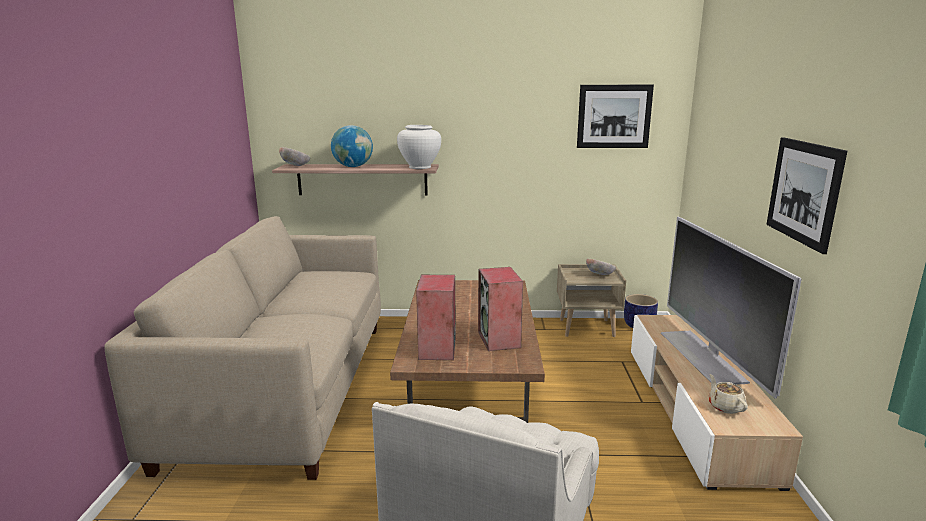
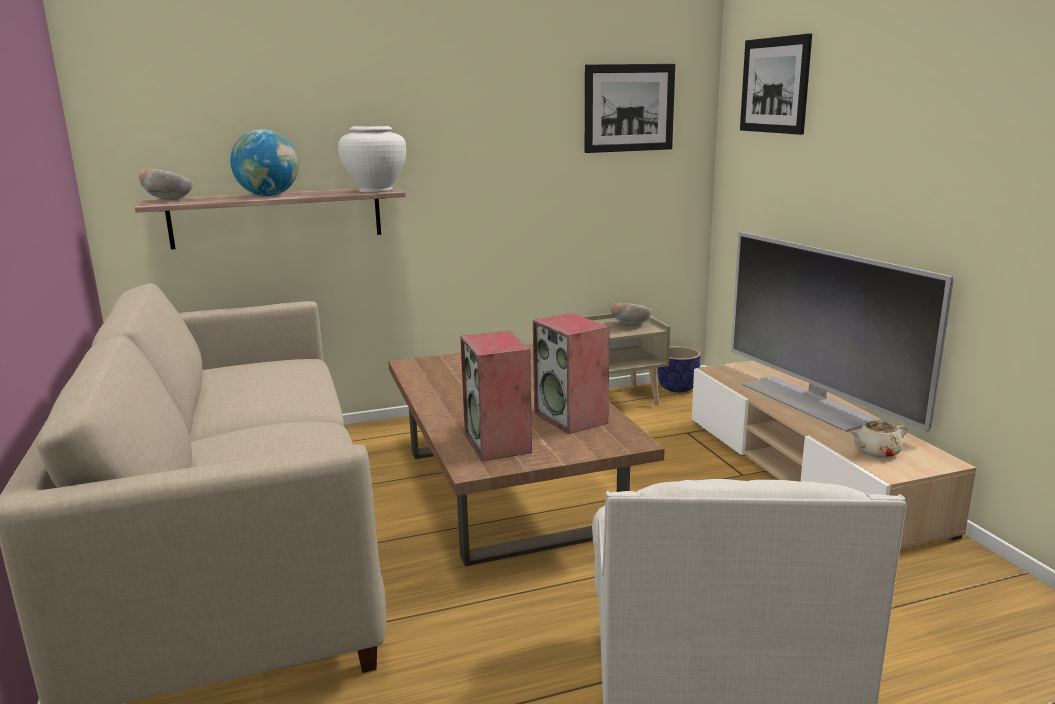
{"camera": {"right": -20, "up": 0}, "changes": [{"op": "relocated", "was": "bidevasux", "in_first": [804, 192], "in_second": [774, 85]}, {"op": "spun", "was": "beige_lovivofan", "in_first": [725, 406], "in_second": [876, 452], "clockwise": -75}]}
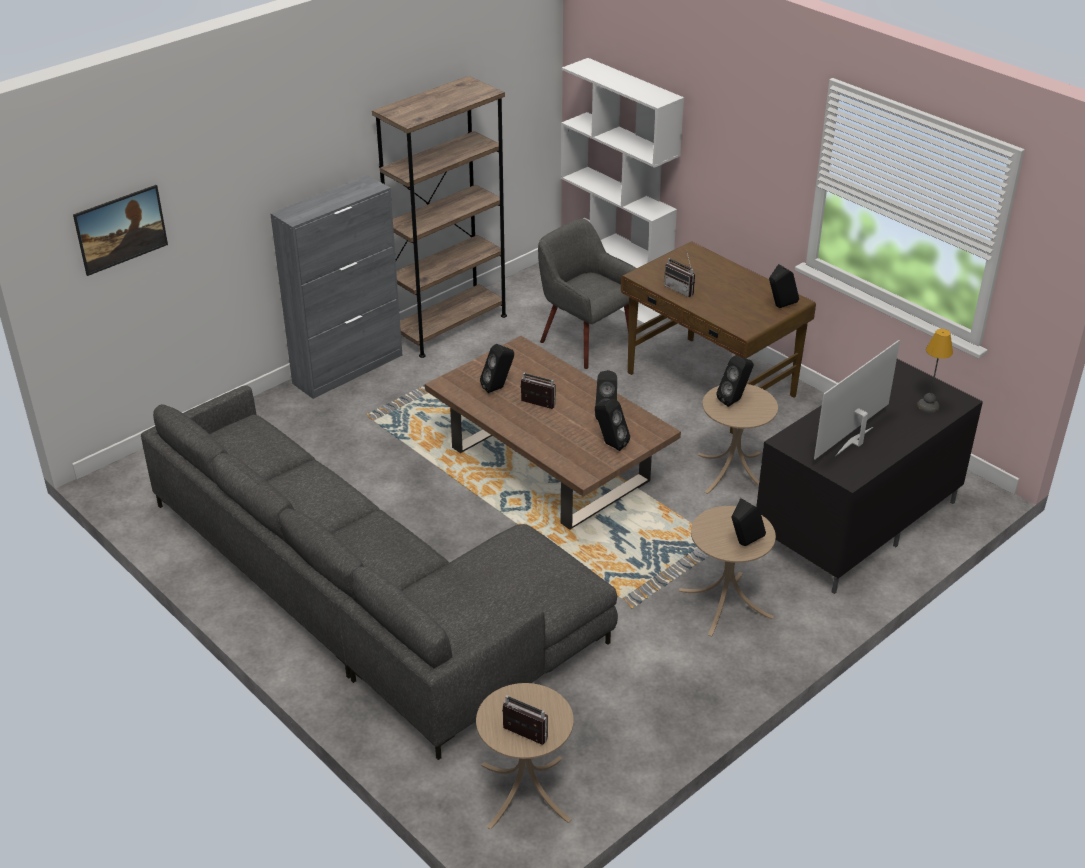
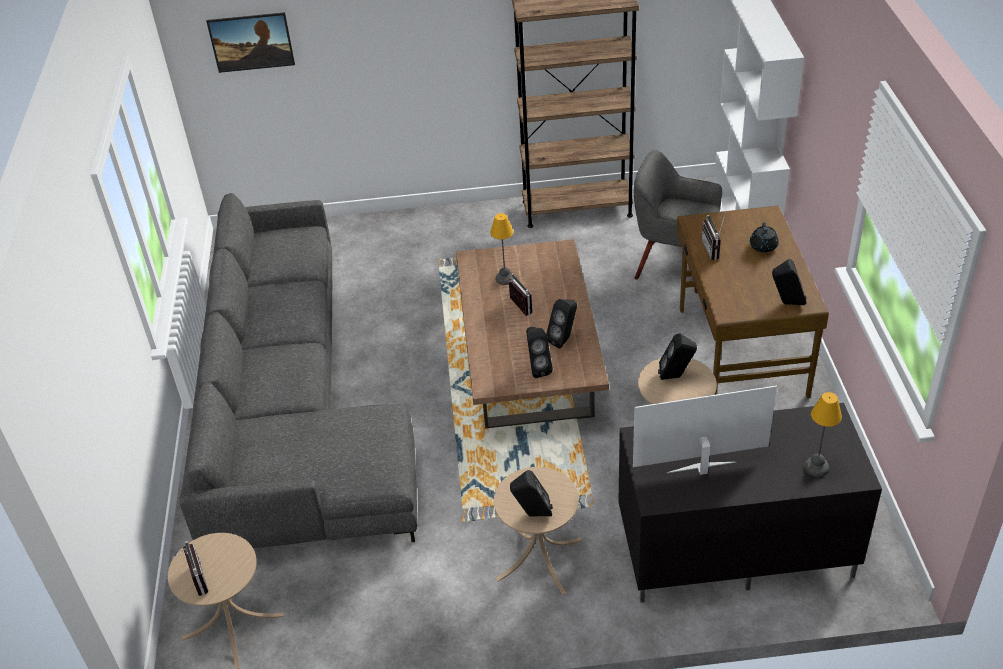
{"camera": {"right": 40, "up": 5}, "changes": [{"op": "missing", "was": "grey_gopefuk", "in_first": [348, 369]}, {"op": "spun", "was": "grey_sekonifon", "in_first": [585, 341], "in_second": [673, 265], "clockwise": -60}, {"op": "exchanged", "was": "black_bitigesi", "now": "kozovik", "in_first": [498, 388], "in_second": [505, 279]}, {"op": "appeared", "now": "black_lovivofan", "in_second": [763, 247]}]}
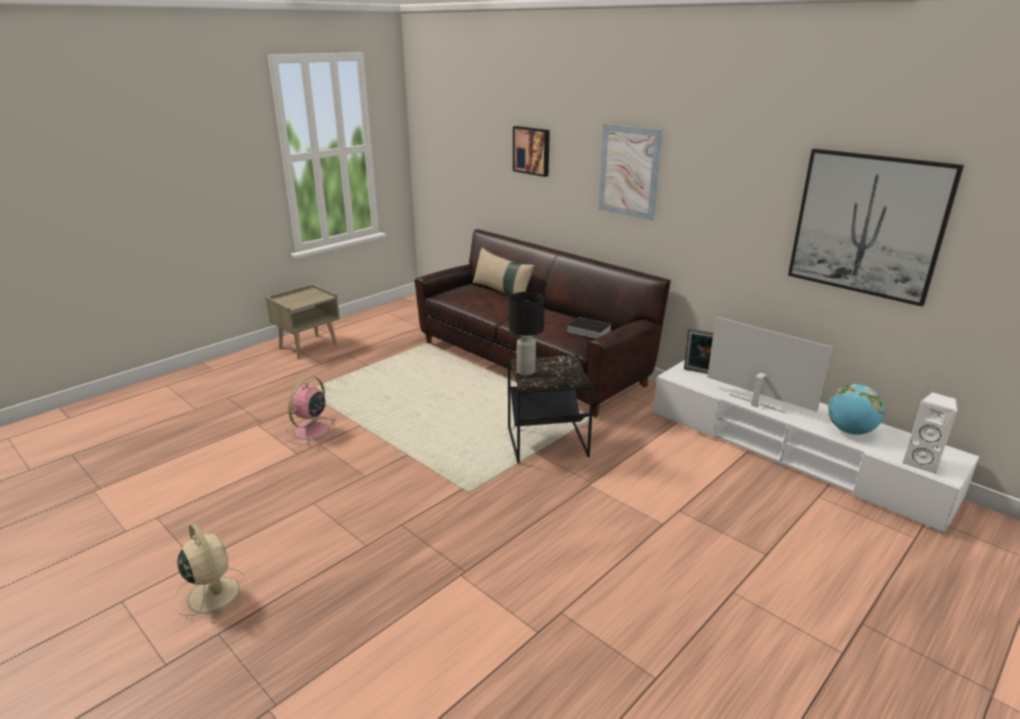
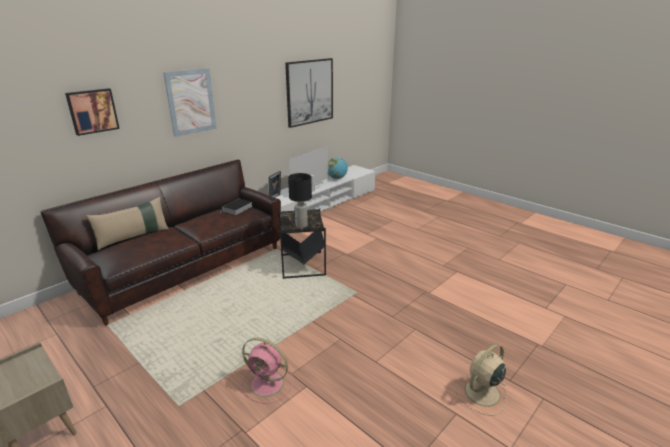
{"camera": {"right": -90, "up": 0}, "changes": [{"op": "missing", "was": "white_bitigesi", "in_first": [921, 463]}]}
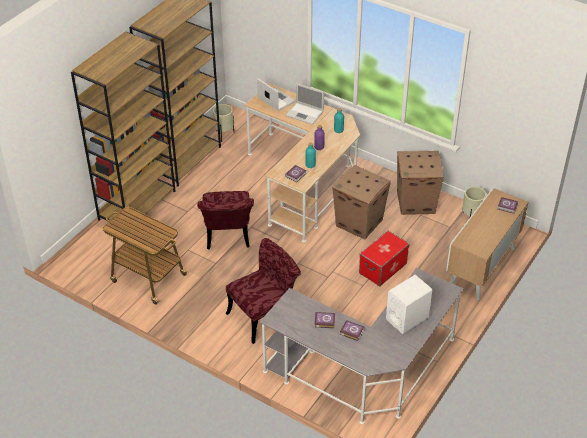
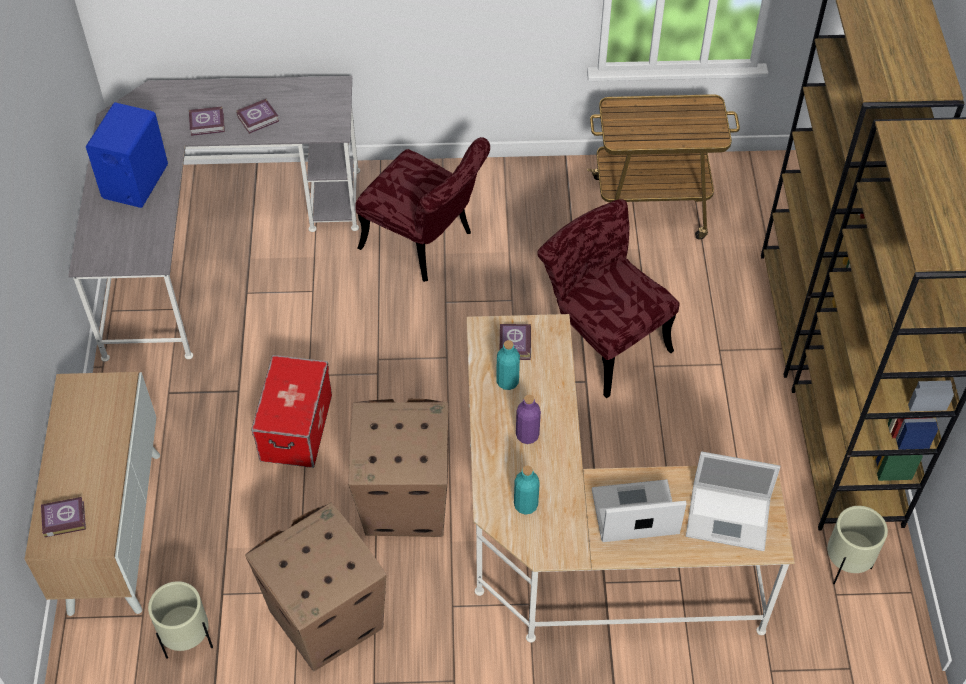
{"camera": {"right": 145, "up": 10}, "changes": [{"op": "spun", "was": "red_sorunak", "in_first": [264, 315], "in_second": [426, 244], "clockwise": -75}, {"op": "colour", "was": "white_bitigesi", "now": "blue_bitigesi", "in_first": [407, 318], "in_second": [135, 182]}]}
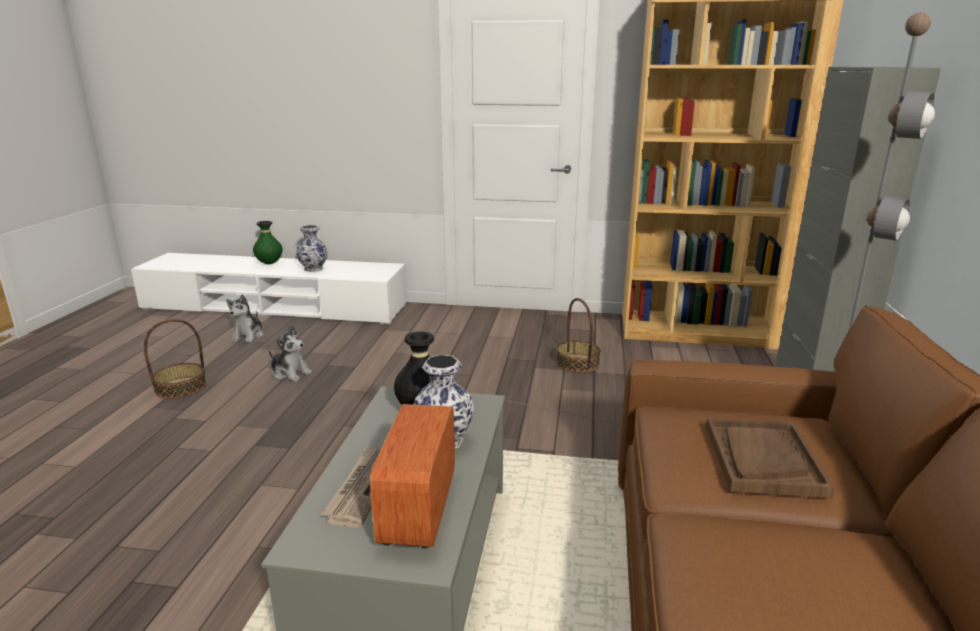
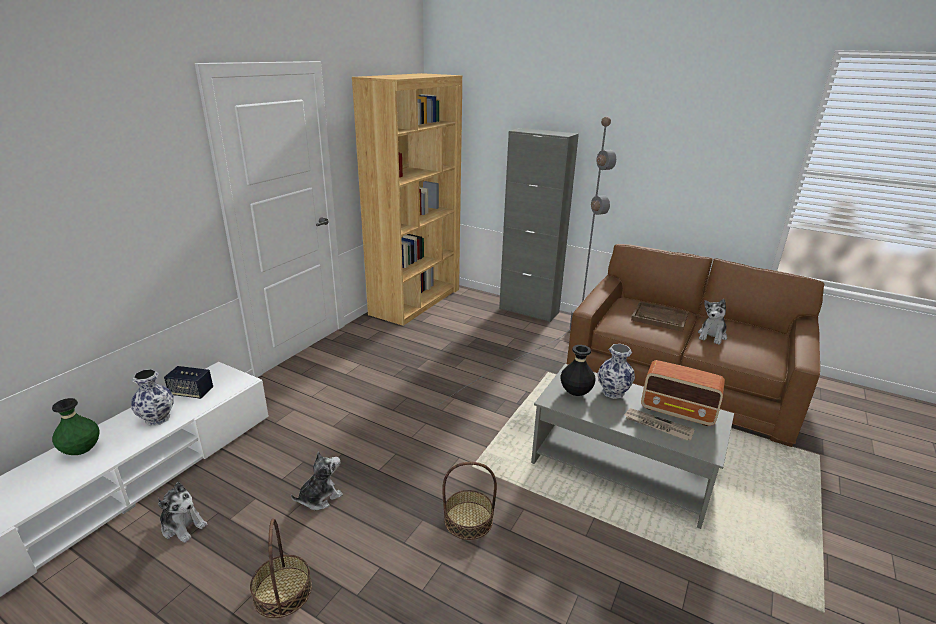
{"camera": {"right": -70, "up": 5}, "changes": [{"op": "relocated", "was": "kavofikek", "in_first": [577, 363], "in_second": [468, 520]}, {"op": "appeared", "now": "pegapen", "in_second": [712, 336]}, {"op": "appeared", "now": "bitigesi", "in_second": [191, 392]}]}
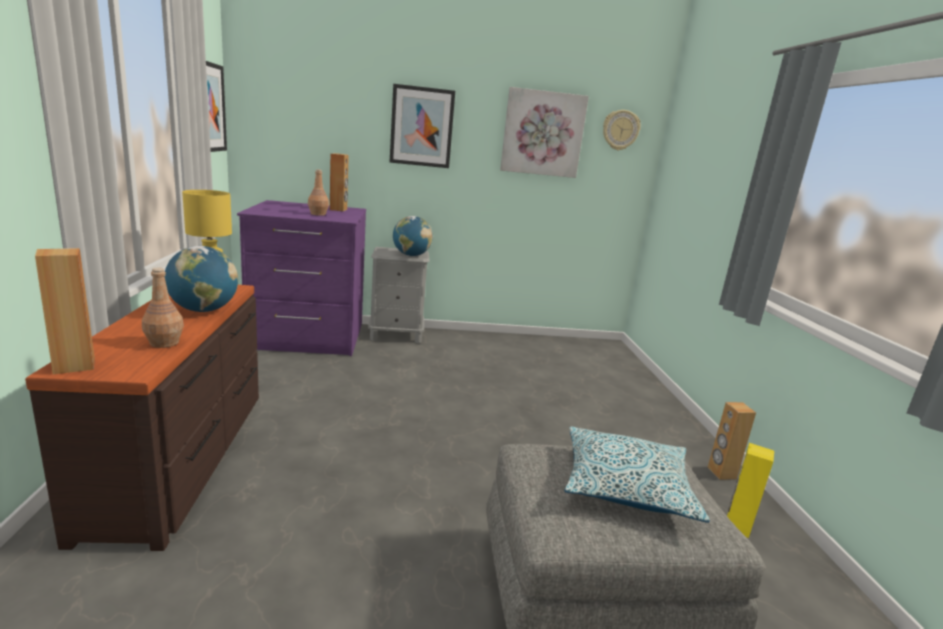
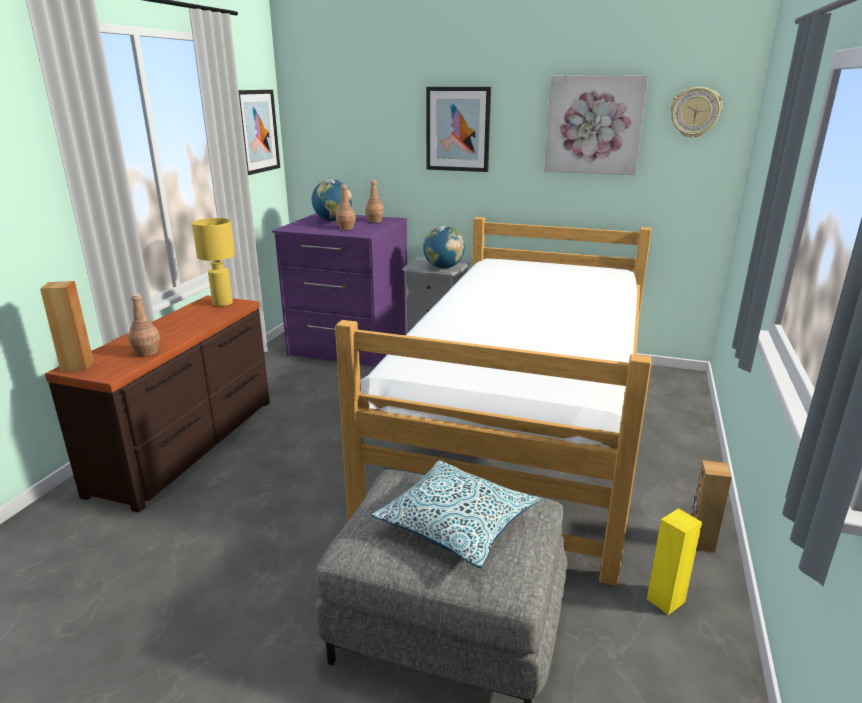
{"camera": {"right": 25, "up": 5}, "changes": [{"op": "exchanged", "was": "brown_bitigesi", "now": "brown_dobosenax", "in_first": [338, 209], "in_second": [374, 221]}, {"op": "relocated", "was": "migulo", "in_first": [203, 310], "in_second": [333, 220]}, {"op": "appeared", "now": "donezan", "in_second": [523, 427]}]}
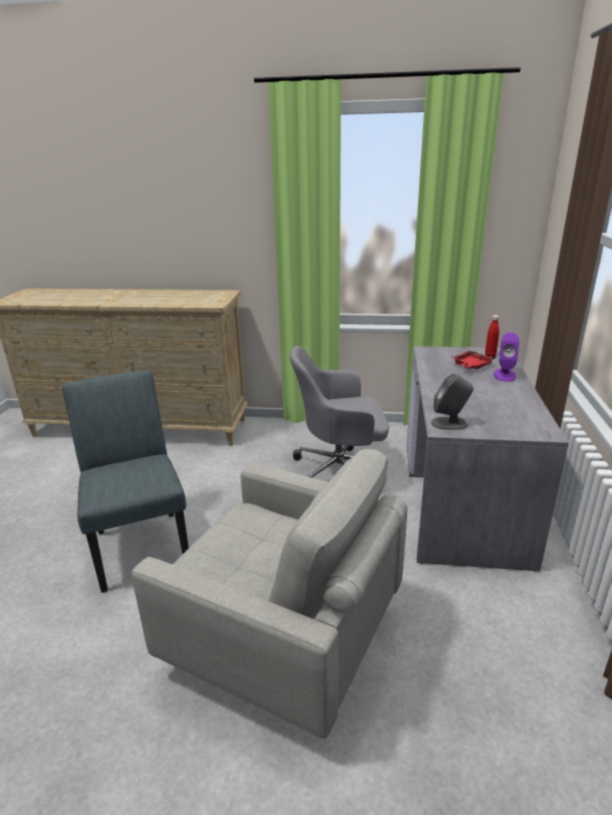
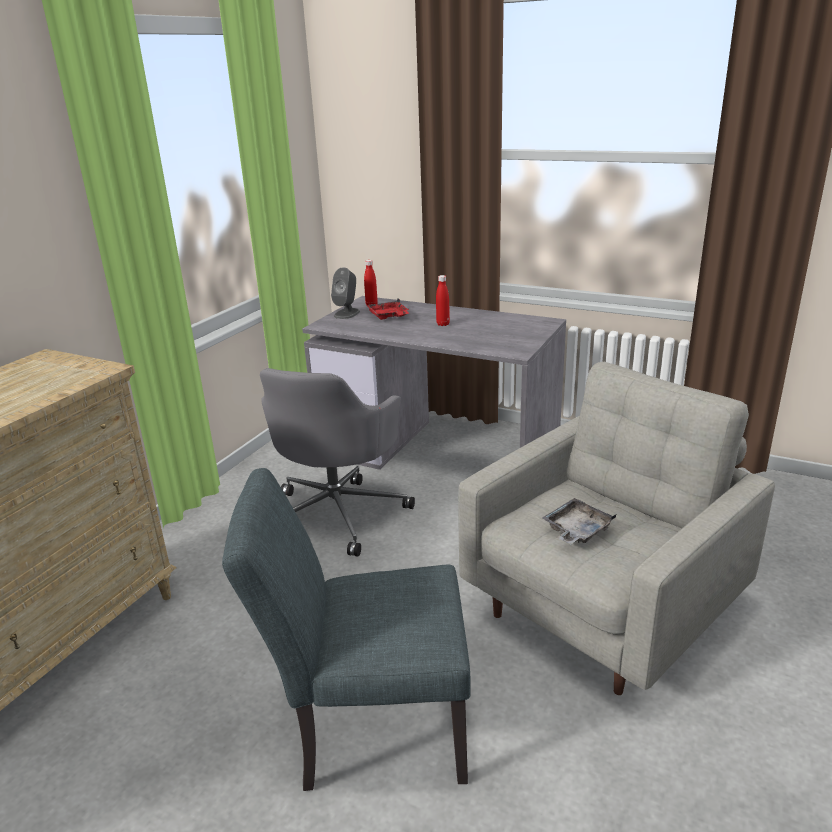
{"camera": {"right": -70, "up": 0}, "changes": [{"op": "missing", "was": "purple_bitigesi", "in_first": [504, 375]}, {"op": "relocated", "was": "grey_bitigesi", "in_first": [449, 423], "in_second": [347, 313]}, {"op": "appeared", "now": "red_dobosenax", "in_second": [443, 324]}, {"op": "appeared", "now": "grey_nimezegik", "in_second": [576, 531]}]}
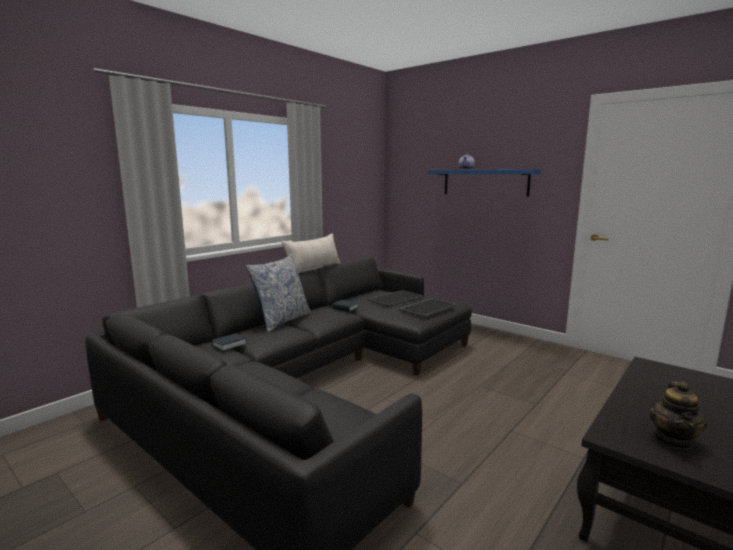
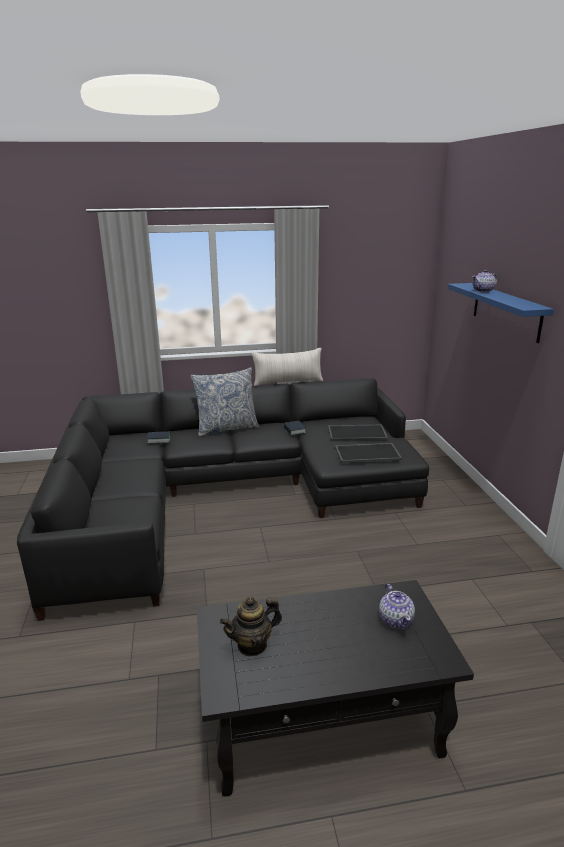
{"camera": {"right": 40, "up": 10}, "changes": [{"op": "appeared", "now": "lovivofan", "in_second": [396, 619]}]}
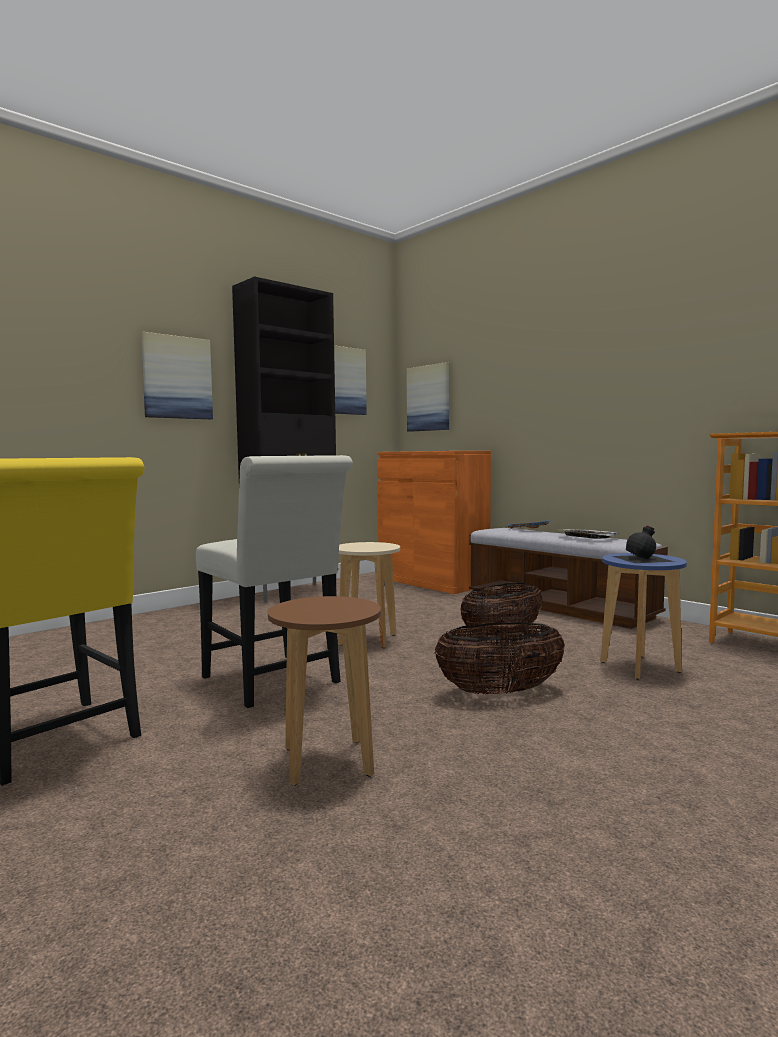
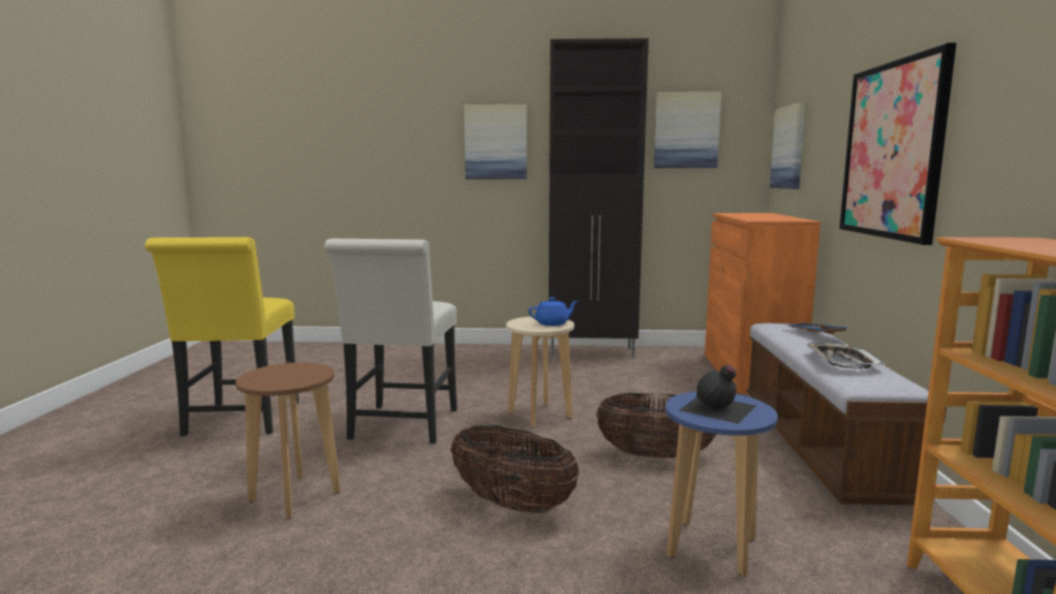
{"camera": {"right": 45, "up": 5}, "changes": [{"op": "appeared", "now": "bidevasux", "in_second": [892, 150]}, {"op": "appeared", "now": "blue_lovivofan", "in_second": [553, 323]}]}
